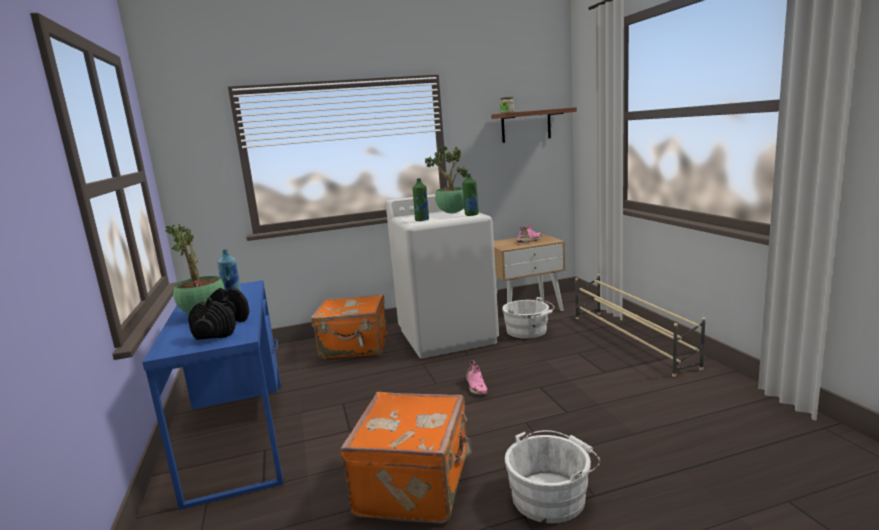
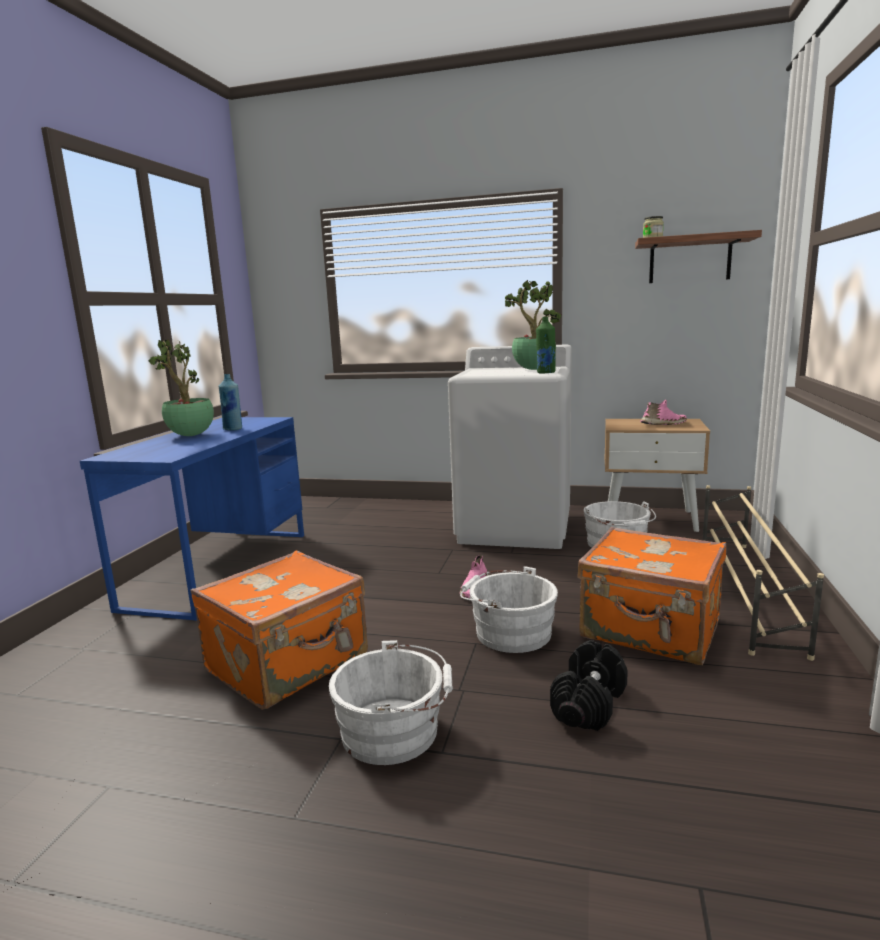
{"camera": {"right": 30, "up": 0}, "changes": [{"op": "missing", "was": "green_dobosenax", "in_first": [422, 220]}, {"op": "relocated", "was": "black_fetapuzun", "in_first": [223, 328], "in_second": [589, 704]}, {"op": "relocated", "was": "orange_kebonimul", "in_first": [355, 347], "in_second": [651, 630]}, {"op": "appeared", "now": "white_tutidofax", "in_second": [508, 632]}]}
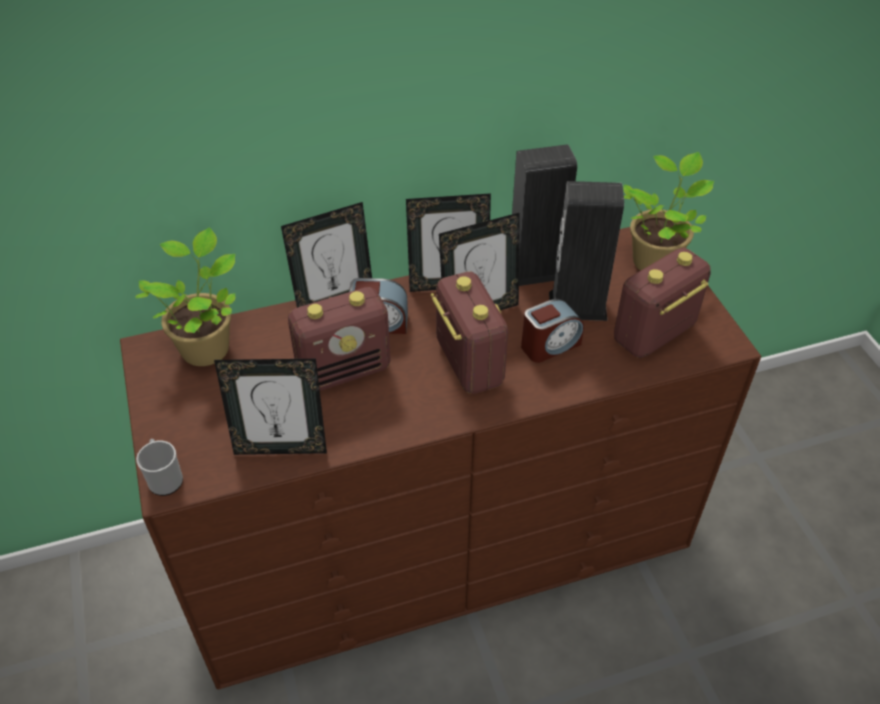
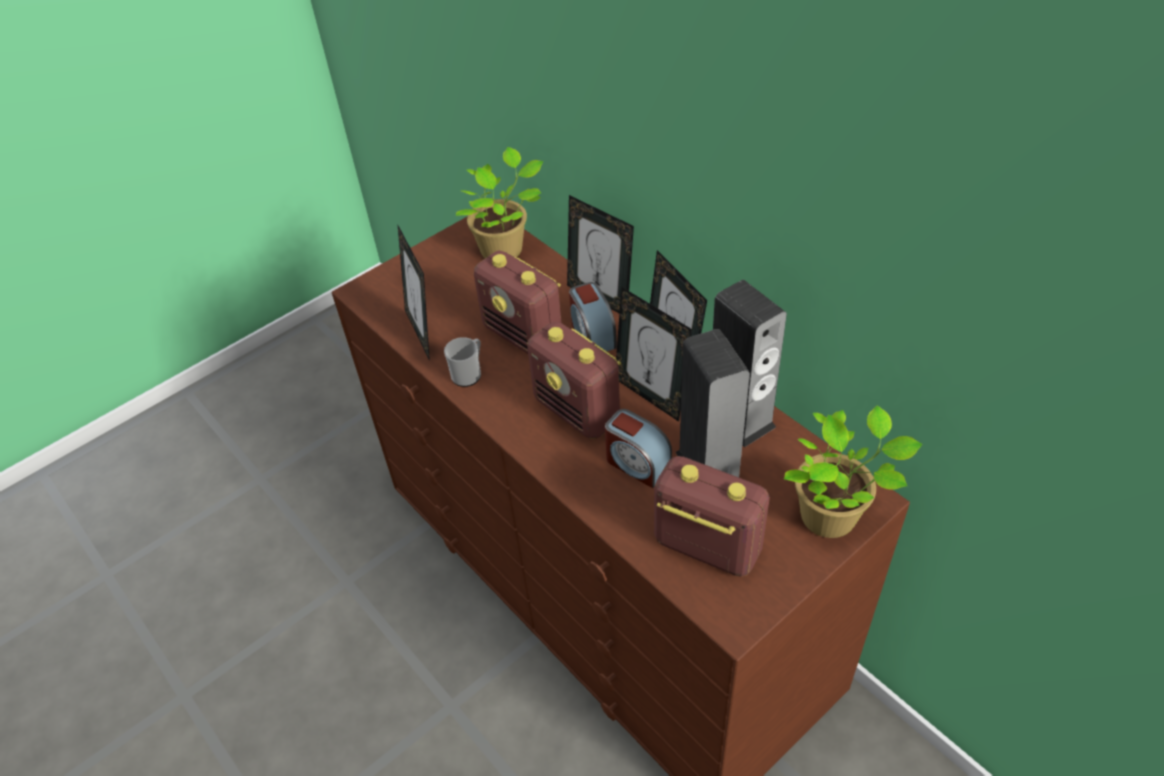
{"camera": {"right": 70, "up": 0}, "changes": [{"op": "spun", "was": "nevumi", "in_first": [468, 362], "in_second": [578, 411], "clockwise": 90}, {"op": "relocated", "was": "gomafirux", "in_first": [164, 478], "in_second": [469, 374]}]}
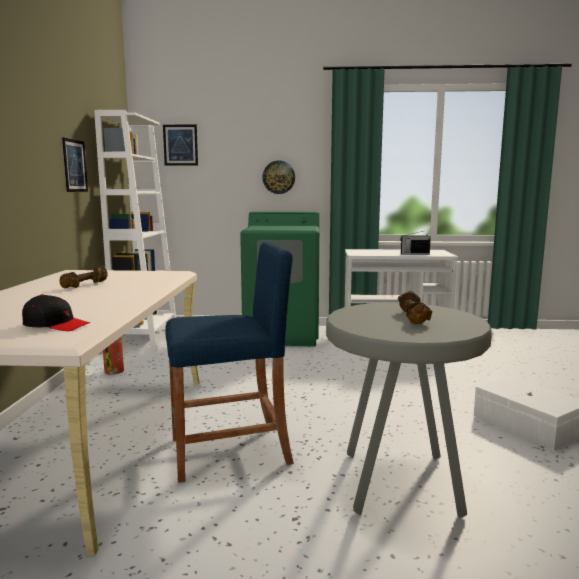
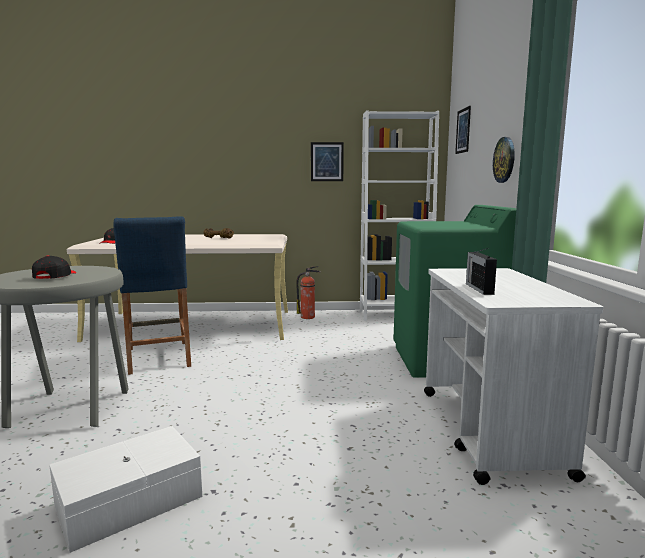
{"camera": {"right": 85, "up": 0}, "changes": [{"op": "exchanged", "was": "brown_fetapuzun", "now": "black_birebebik", "in_first": [413, 318], "in_second": [55, 276]}]}
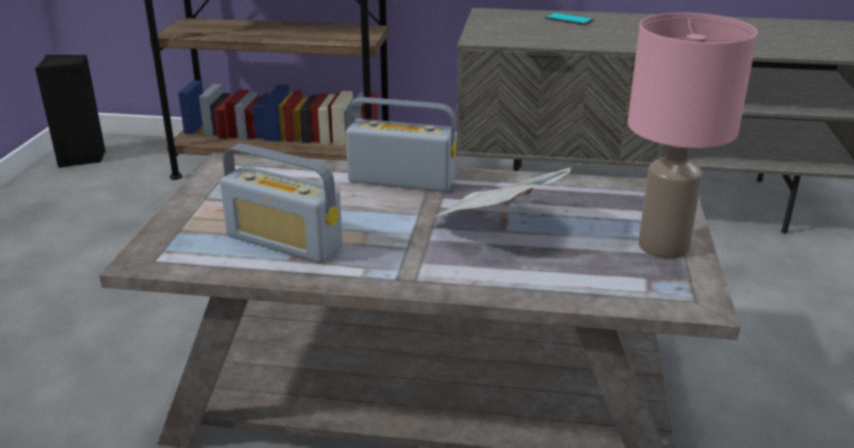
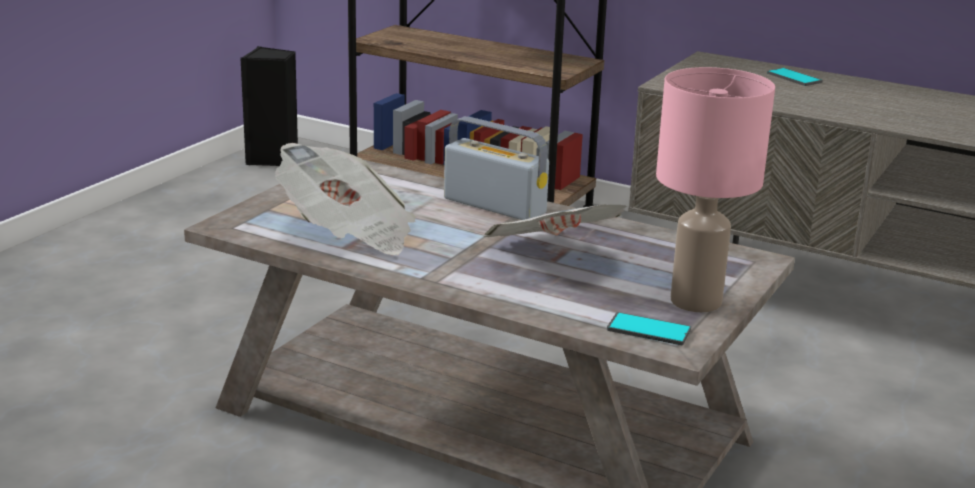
{"camera": {"right": 20, "up": -5}, "changes": [{"op": "exchanged", "was": "nevumi", "now": "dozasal", "in_first": [284, 242], "in_second": [348, 234]}, {"op": "appeared", "now": "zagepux", "in_second": [648, 330]}]}
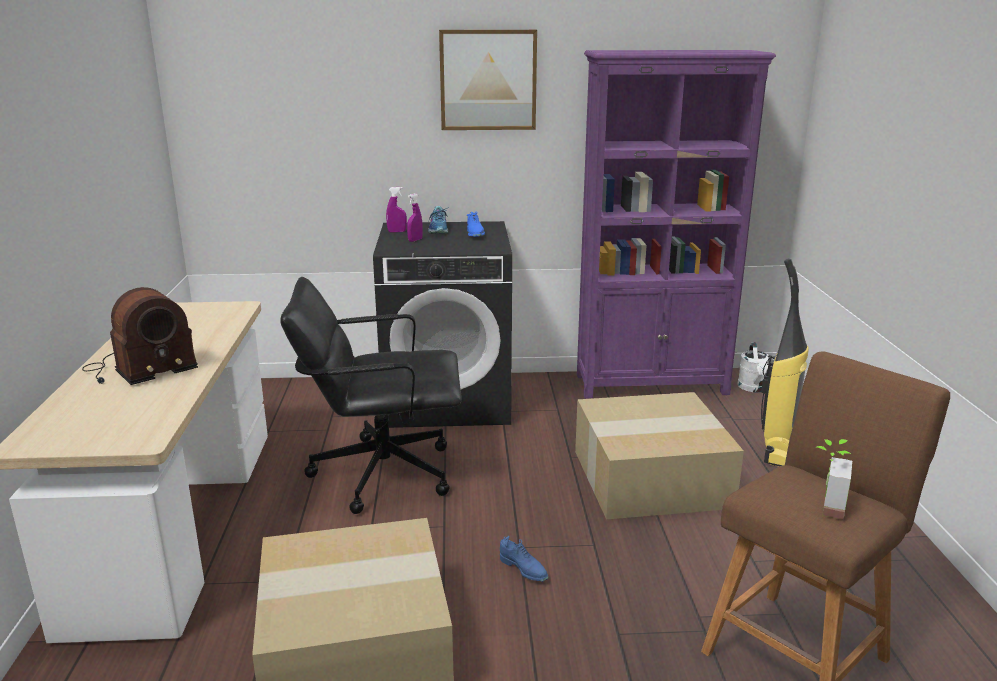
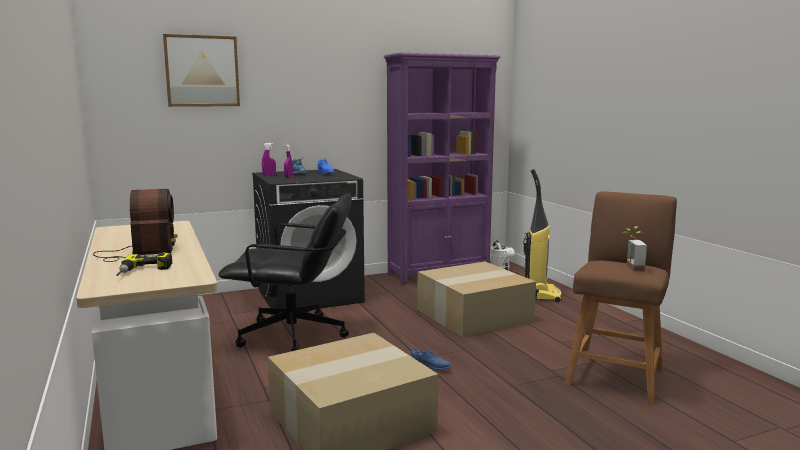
{"camera": {"right": -20, "up": -10}, "changes": [{"op": "relocated", "was": "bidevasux", "in_first": [488, 80], "in_second": [202, 71]}, {"op": "spun", "was": "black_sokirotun", "in_first": [381, 472], "in_second": [294, 336], "clockwise": -150}, {"op": "spun", "was": "nevumi", "in_first": [139, 368], "in_second": [140, 253], "clockwise": -45}, {"op": "appeared", "now": "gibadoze", "in_second": [144, 271]}]}
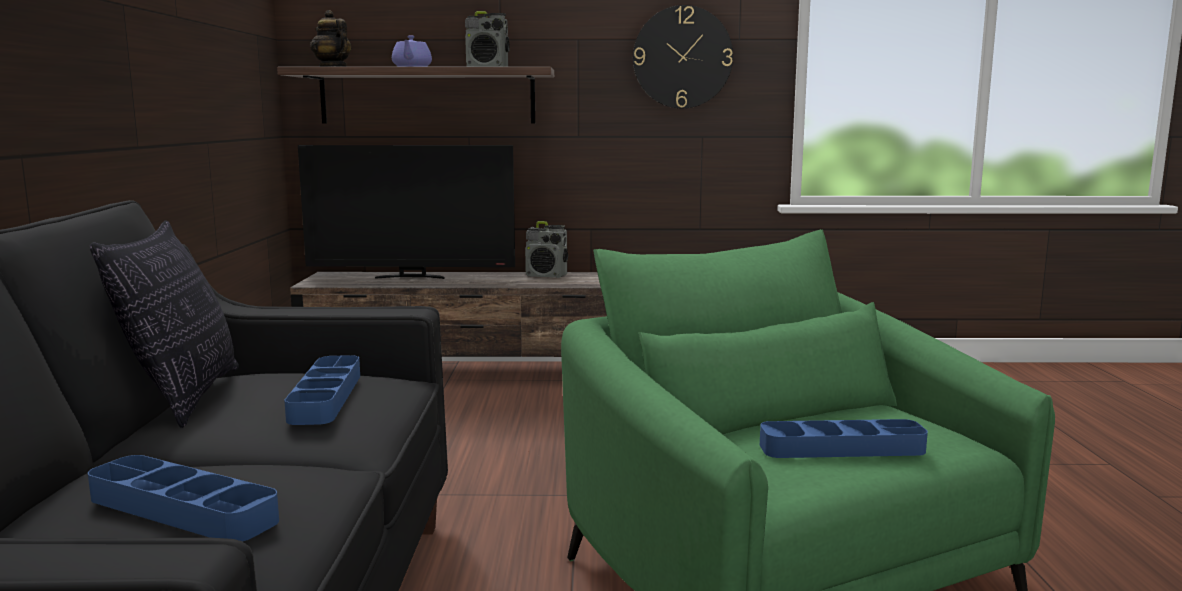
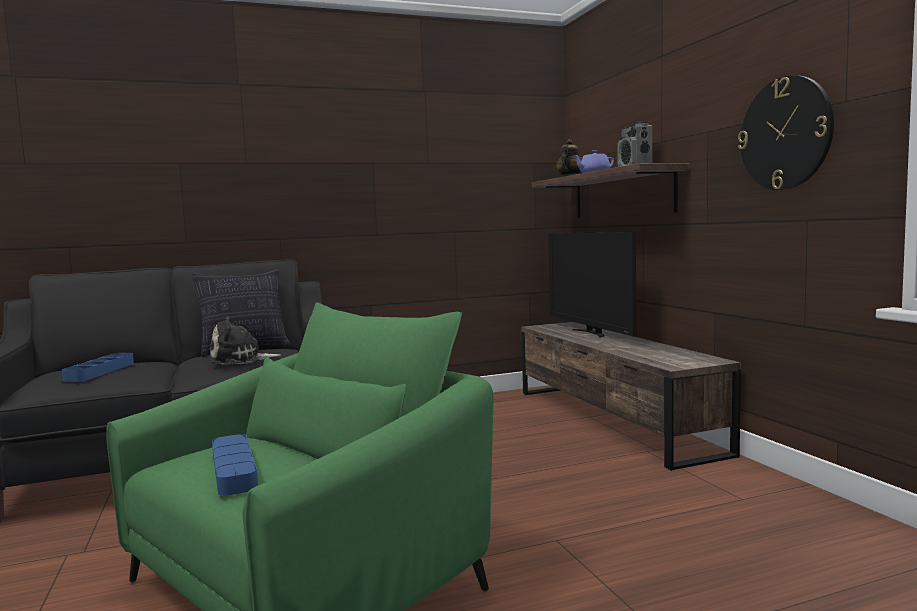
{"camera": {"right": 70, "up": -5}, "changes": [{"op": "missing", "was": "nevumi", "in_first": [546, 276]}, {"op": "exchanged", "was": "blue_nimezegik", "now": "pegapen", "in_first": [326, 397], "in_second": [240, 360]}]}
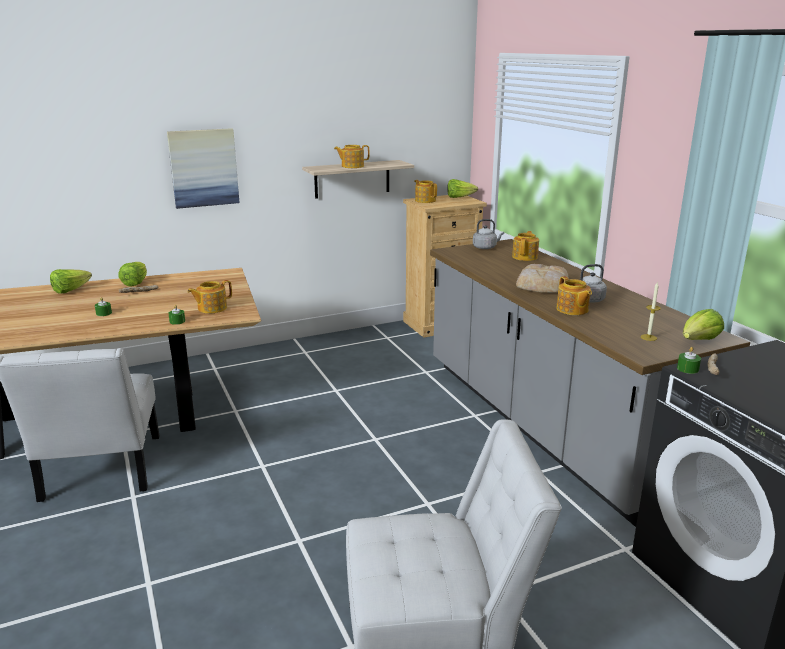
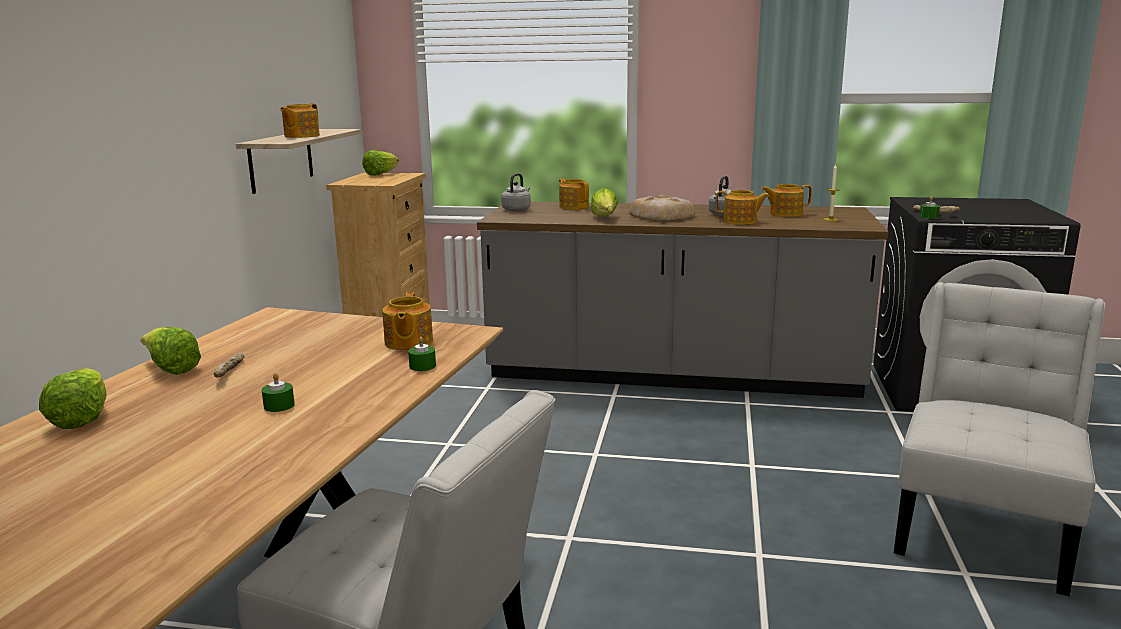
{"camera": {"right": -55, "up": -5}, "changes": [{"op": "missing", "was": "bidevasux", "in_first": [203, 168]}, {"op": "relocated", "was": "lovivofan", "in_first": [425, 200], "in_second": [785, 213]}, {"op": "relocated", "was": "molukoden", "in_first": [698, 341], "in_second": [605, 218]}]}
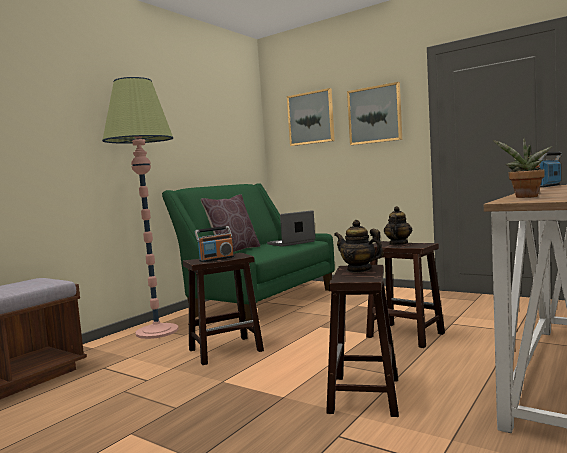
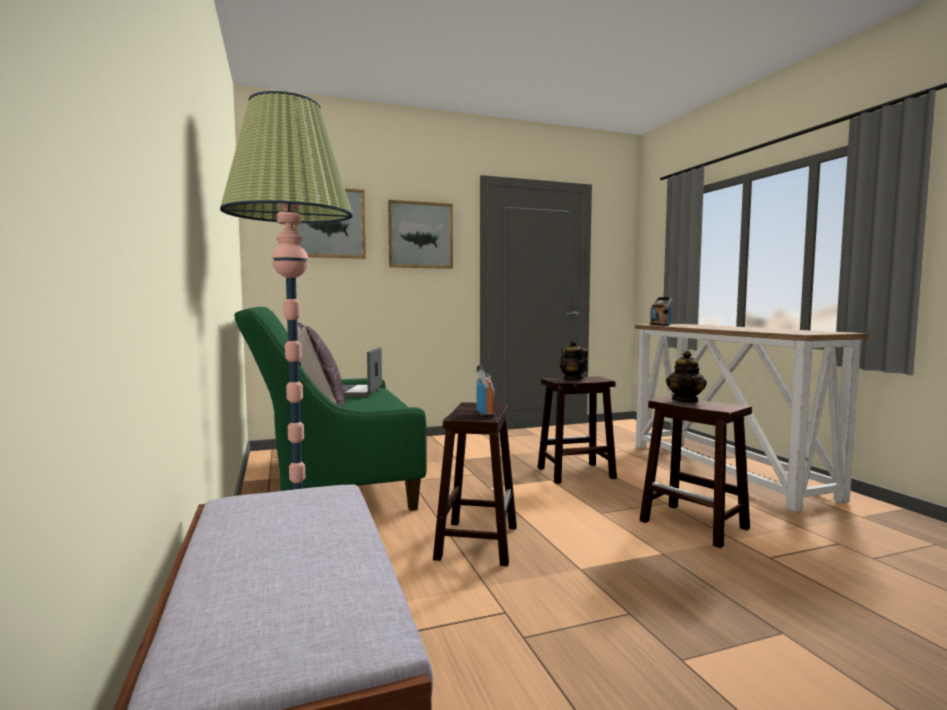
{"camera": {"right": -55, "up": 0}, "changes": [{"op": "missing", "was": "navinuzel", "in_first": [525, 197]}, {"op": "spun", "was": "lovivofan", "in_first": [359, 270], "in_second": [685, 401], "clockwise": -60}]}
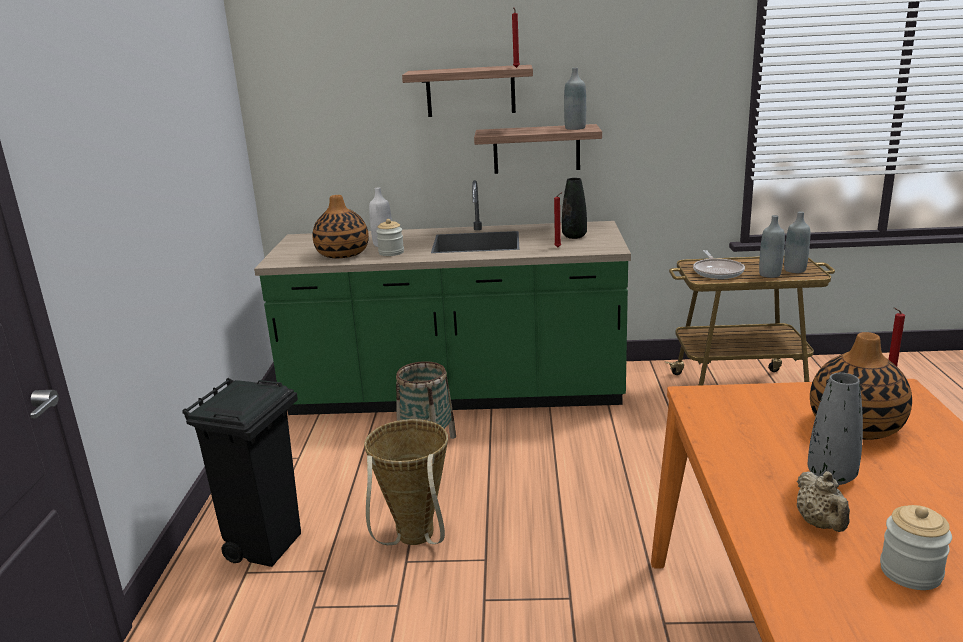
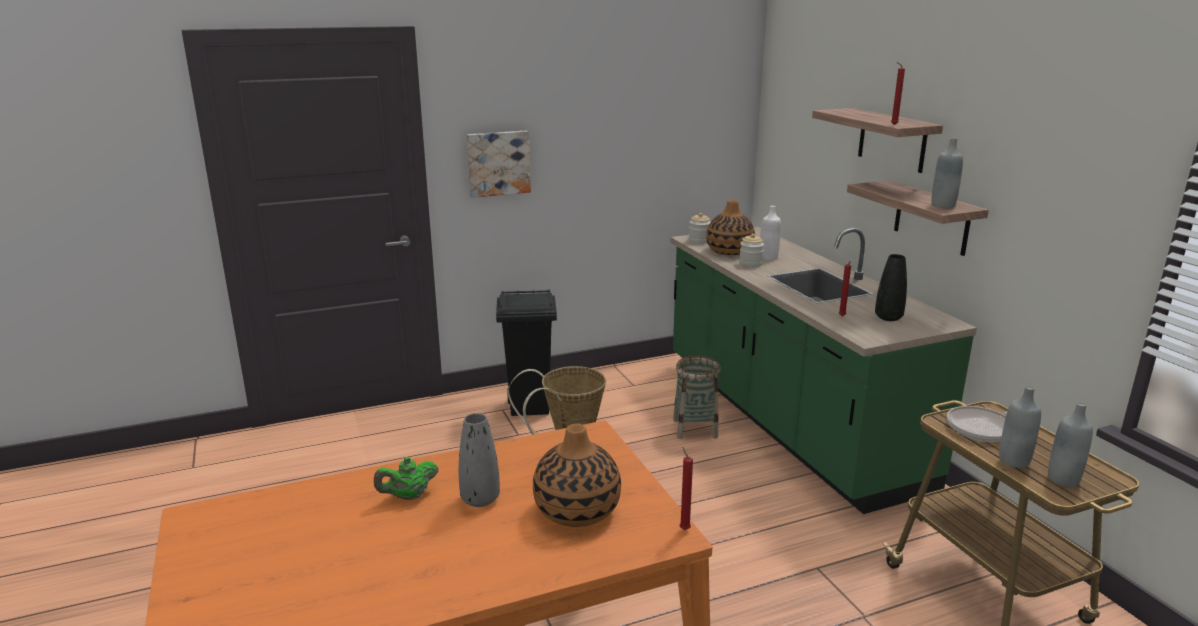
{"camera": {"right": 65, "up": 0}, "changes": [{"op": "colour", "was": "beige_lovivofan", "now": "green_lovivofan", "in_first": [821, 524], "in_second": [408, 496]}, {"op": "relocated", "was": "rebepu", "in_first": [910, 572], "in_second": [699, 241]}, {"op": "appeared", "now": "bidevasux", "in_second": [498, 163]}]}
